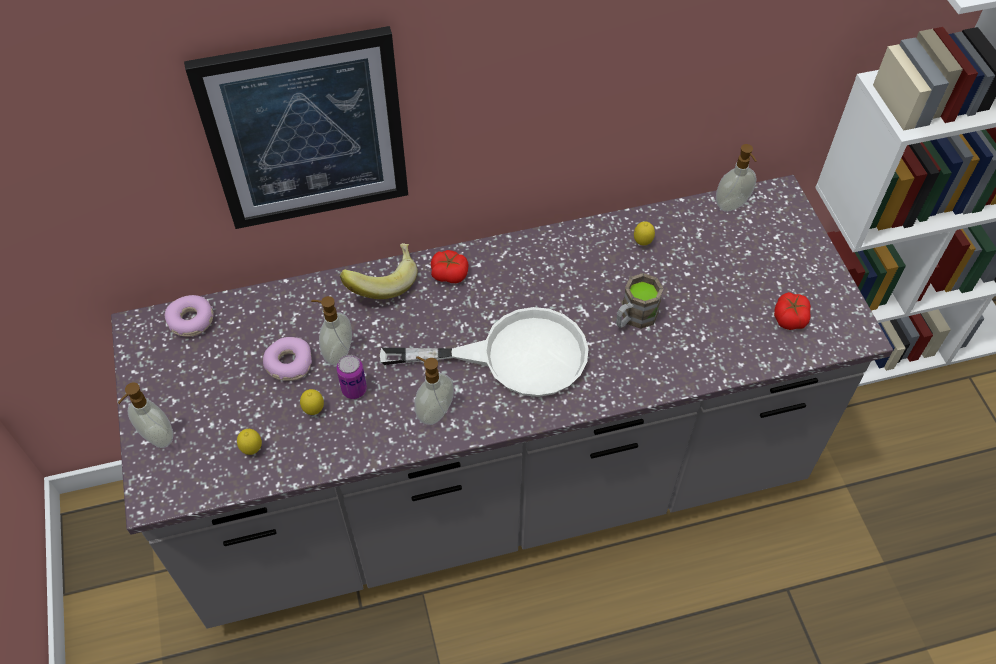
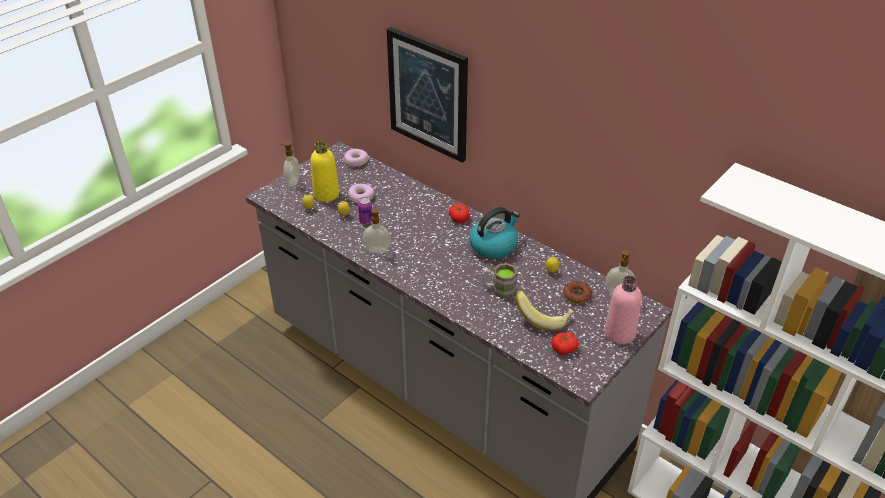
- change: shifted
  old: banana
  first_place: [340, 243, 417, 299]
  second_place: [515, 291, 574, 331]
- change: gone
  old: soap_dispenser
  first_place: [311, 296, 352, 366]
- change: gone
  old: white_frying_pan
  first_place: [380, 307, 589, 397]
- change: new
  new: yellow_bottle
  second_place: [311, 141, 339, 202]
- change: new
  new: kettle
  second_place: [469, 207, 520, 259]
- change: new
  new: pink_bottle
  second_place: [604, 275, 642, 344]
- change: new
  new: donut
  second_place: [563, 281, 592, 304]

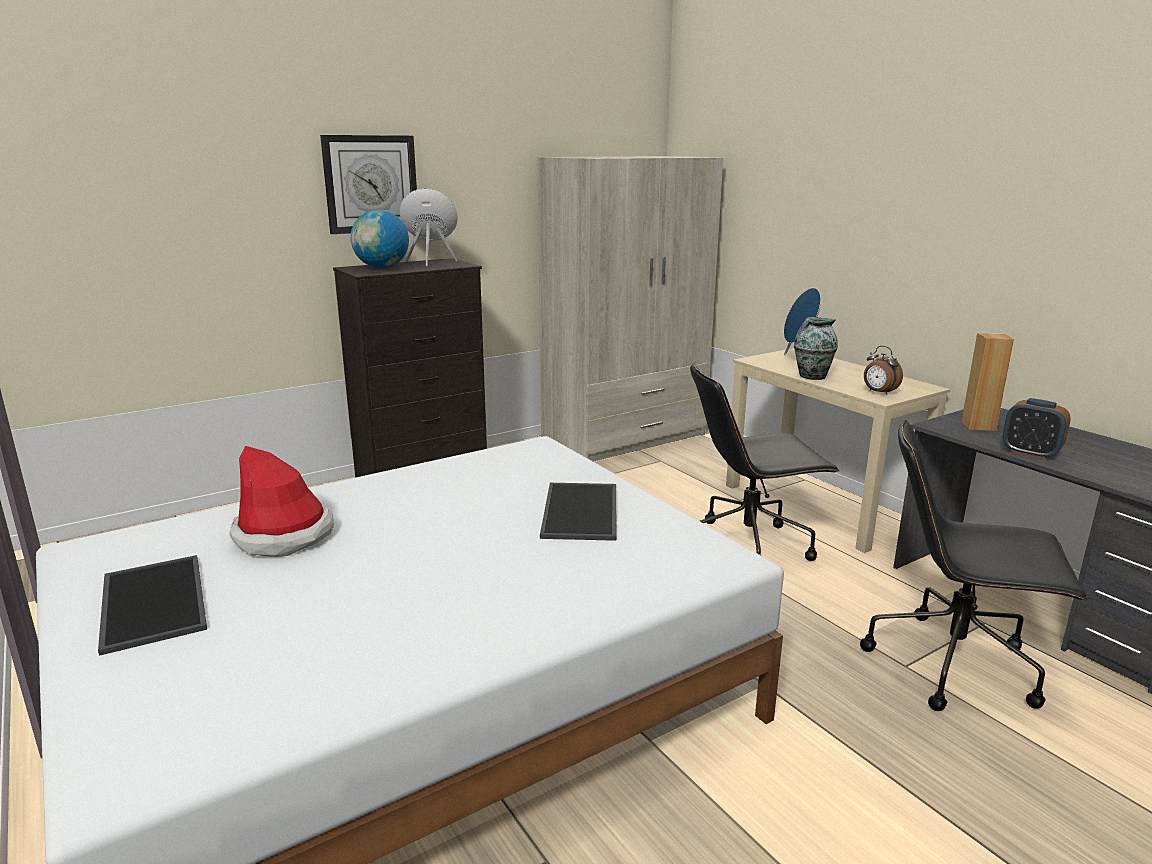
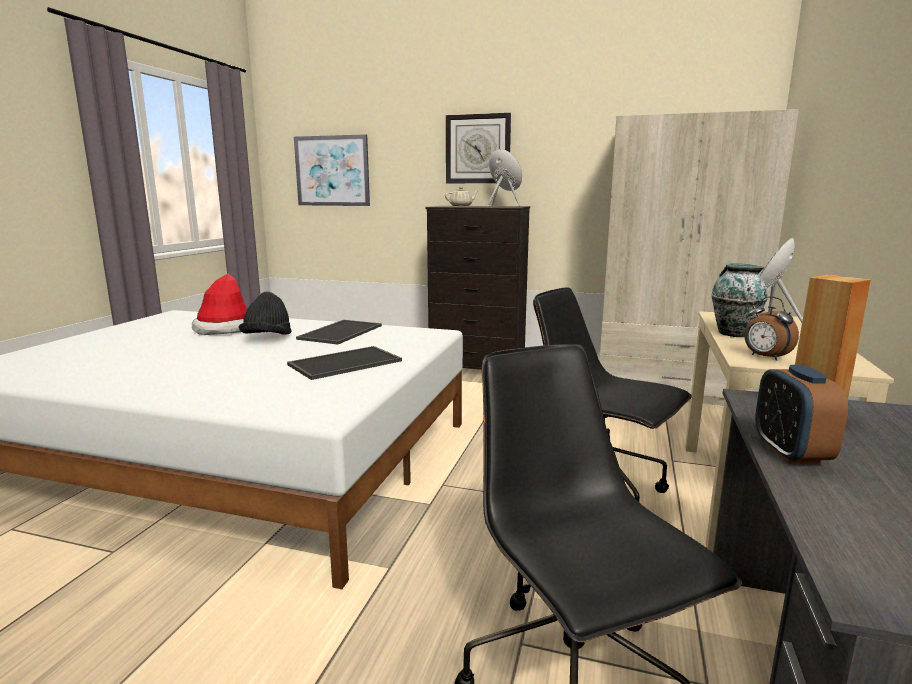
- change: swapped
  old: globe
  new: beige_teapot
  first_place: [350, 210, 409, 268]
  second_place: [445, 187, 478, 206]
- change: rotated
  old: alarm_clock
  first_place: [864, 346, 903, 395]
  second_place: [744, 296, 799, 361]
  degrees: -45
- change: shifted
  old: tray
  first_place: [98, 555, 207, 656]
  second_place: [296, 320, 382, 345]
- change: new
  new: picture
  second_place: [294, 134, 370, 206]
- change: new
  new: black_hat
  second_place: [239, 292, 291, 335]

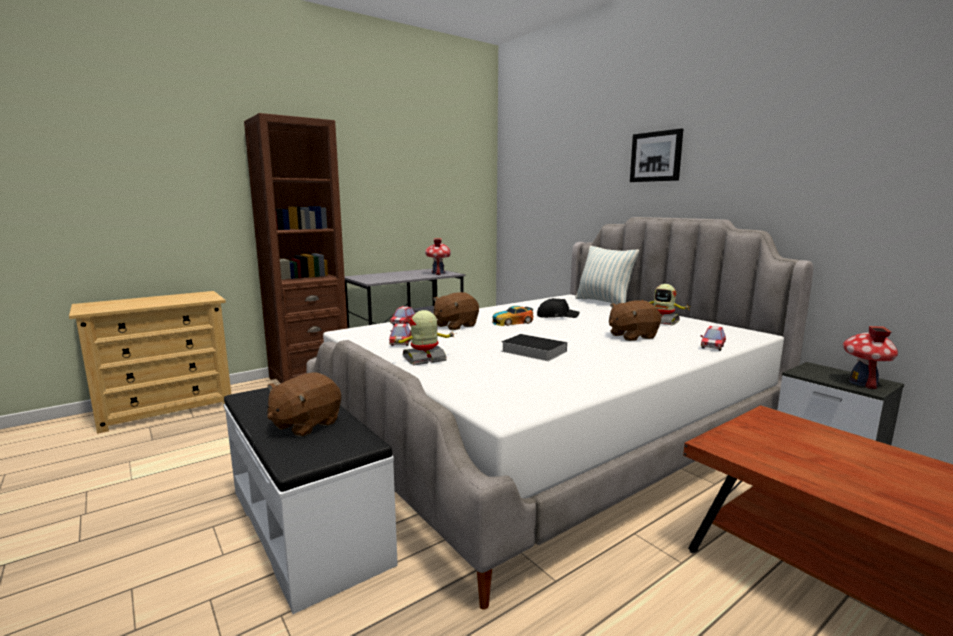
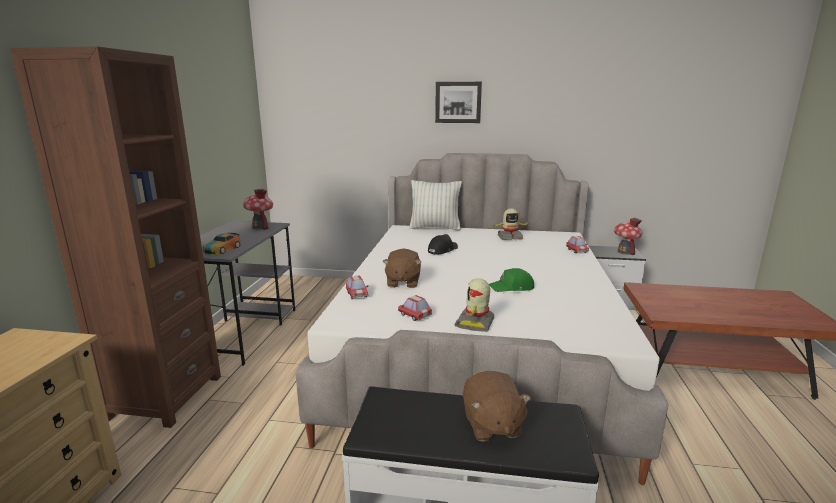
- change: gone
  old: brown_plush_toy
  first_place: [609, 300, 661, 341]
- change: shifted
  old: toy_car
  first_place: [492, 306, 534, 326]
  second_place: [202, 233, 241, 256]
- change: swapped
  old: book
  new: green_cap
  first_place: [501, 334, 567, 361]
  second_place: [489, 268, 534, 292]

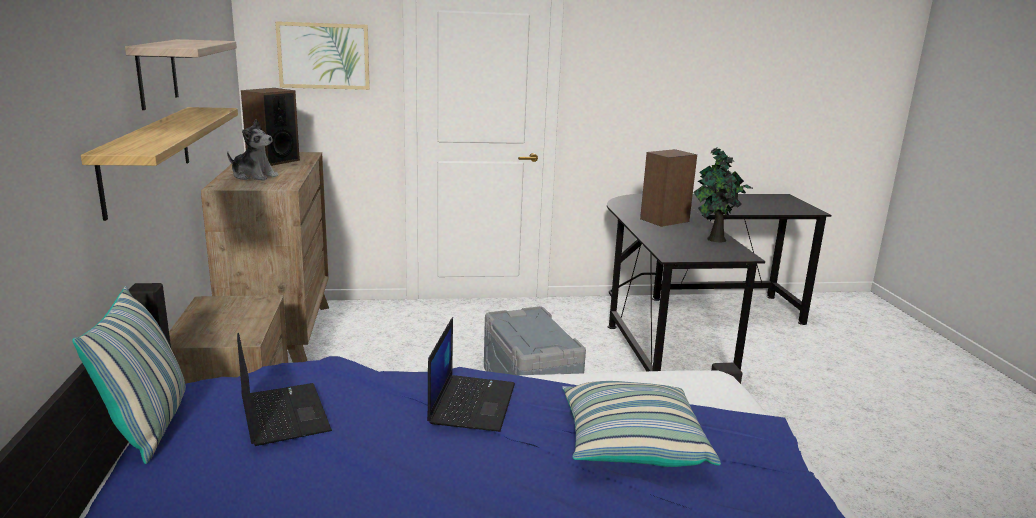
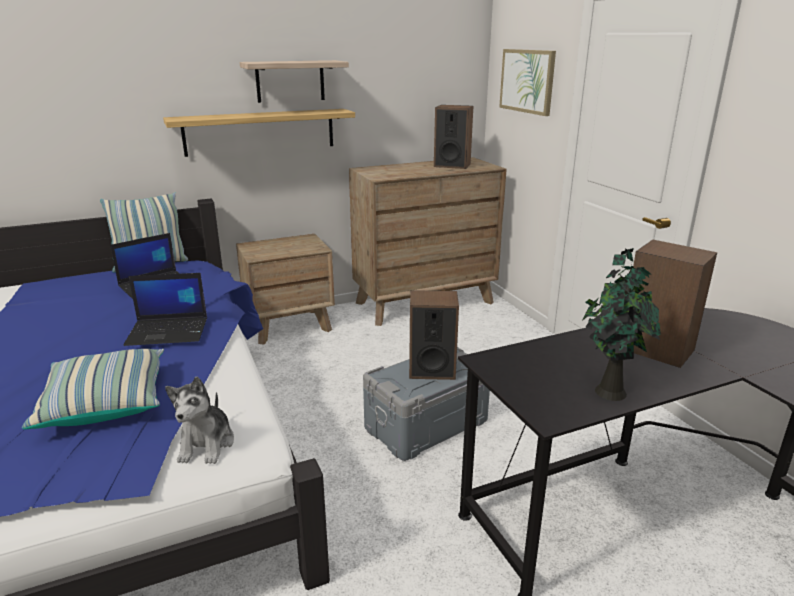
- change: shifted
  old: plush_toy
  first_place: [227, 119, 278, 181]
  second_place: [165, 377, 234, 464]
- change: new
  new: speaker
  second_place: [409, 290, 459, 380]

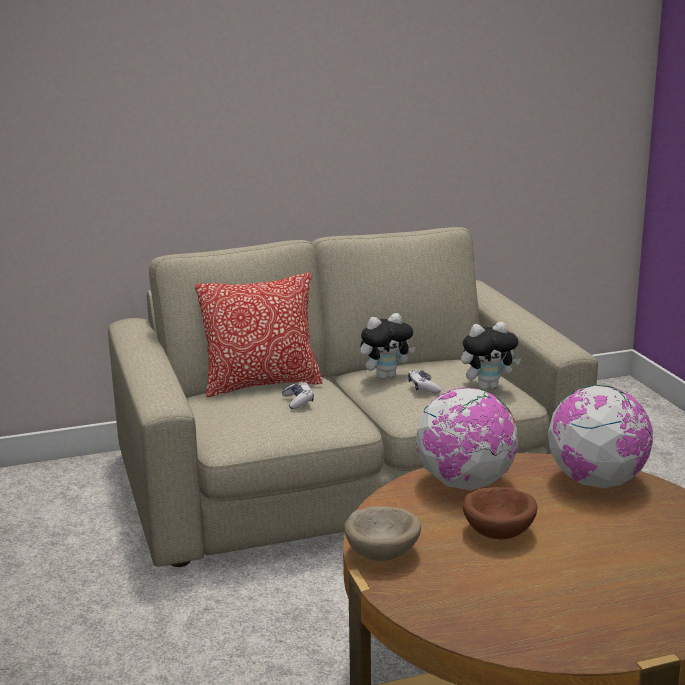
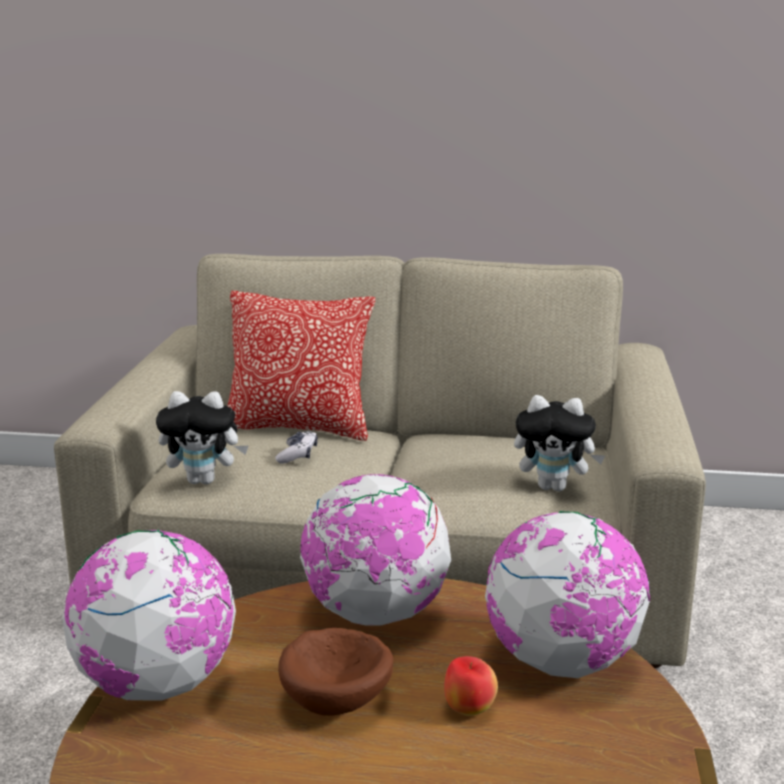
- change: shifted
  old: plush_toy
  first_place: [360, 313, 415, 380]
  second_place: [156, 391, 248, 484]
- change: gone
  old: game_controller
  first_place: [408, 370, 441, 393]
- change: swapped
  old: beige_bowl
  new: globe
  first_place: [344, 506, 421, 561]
  second_place: [62, 530, 236, 701]
- change: new
  new: apple
  second_place: [444, 656, 498, 716]

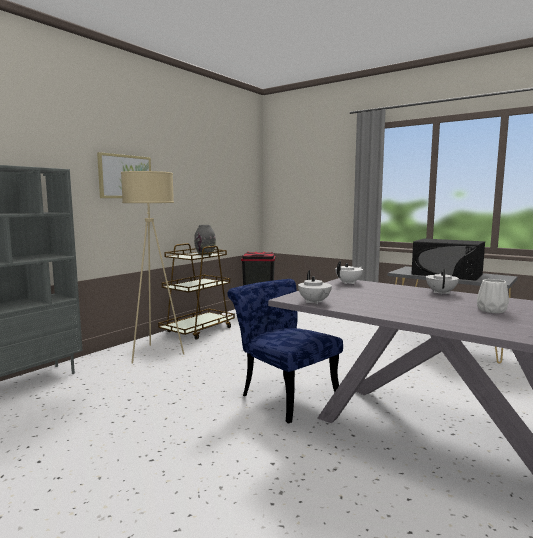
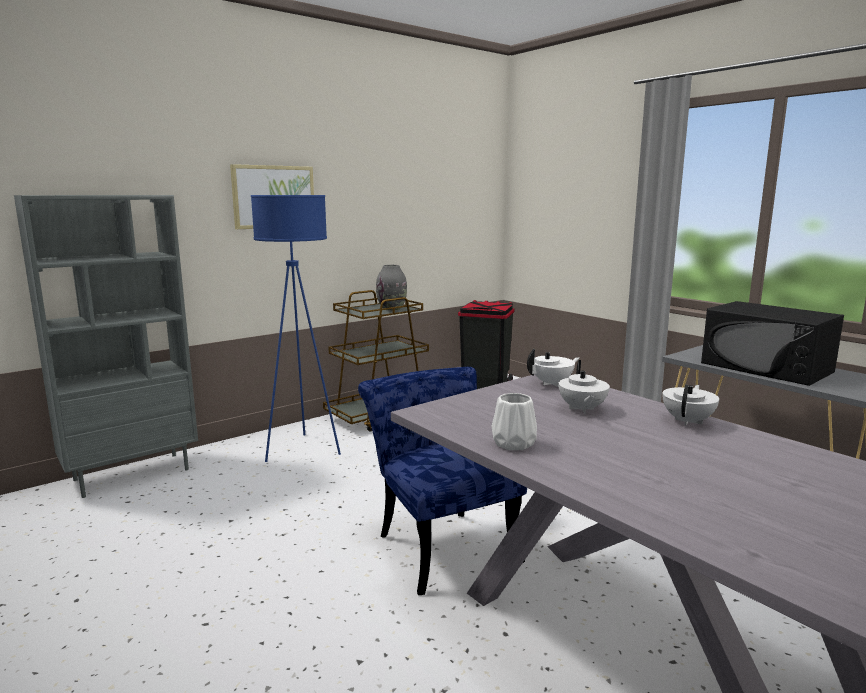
- change: repainted
  old: beige_floor_lamp
  new: blue_floor_lamp
  first_place: [121, 171, 184, 363]
  second_place: [251, 195, 341, 462]
- change: shifted
  old: white_teapot
  first_place: [298, 270, 332, 304]
  second_place: [559, 360, 610, 414]
- change: shifted
  old: white_vase
  first_place: [477, 279, 509, 313]
  second_place: [492, 393, 537, 450]

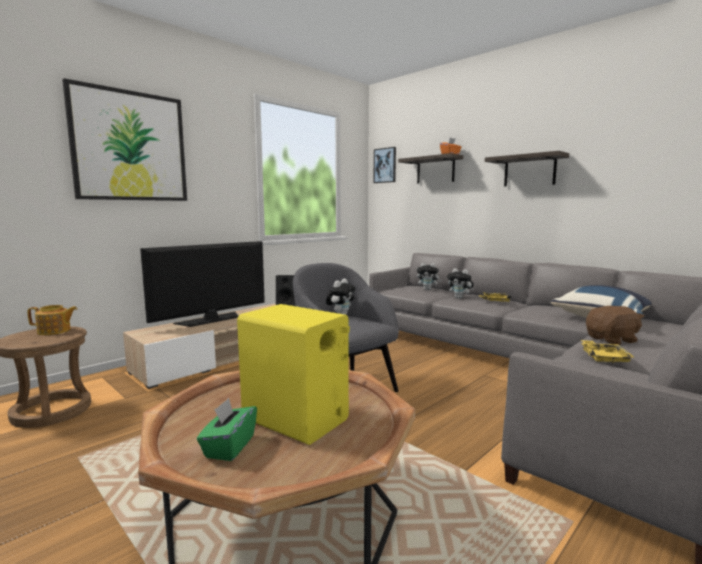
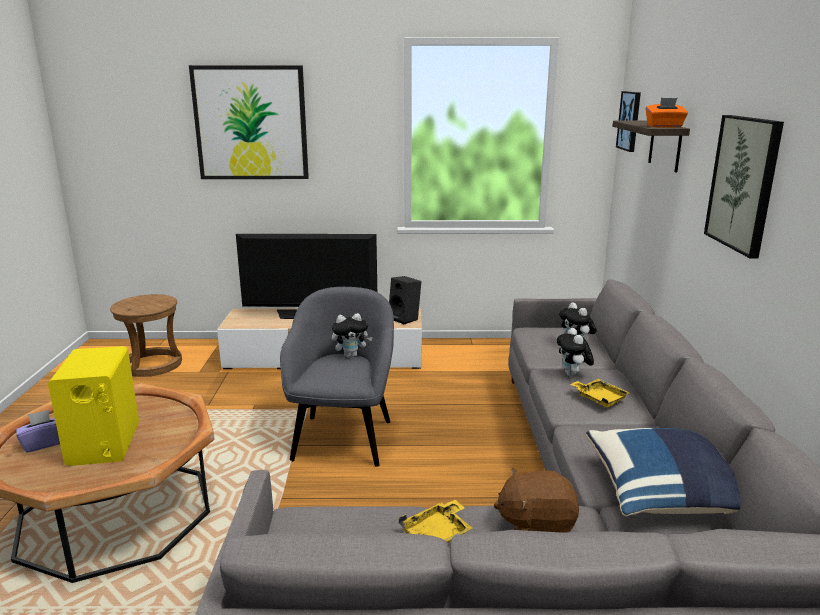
- change: swapped
  old: shelf
  new: picture
  first_place: [485, 151, 569, 187]
  second_place: [704, 115, 784, 259]
- change: gone
  old: teapot
  first_place: [27, 305, 77, 335]
- change: rotated
  old: brown_plush_toy
  first_place: [586, 306, 644, 345]
  second_place: [494, 468, 579, 533]
  degrees: 150
- change: repainted
  old: green_tissue_box
  new: purple_tissue_box
  first_place: [197, 398, 257, 461]
  second_place: [16, 410, 60, 453]

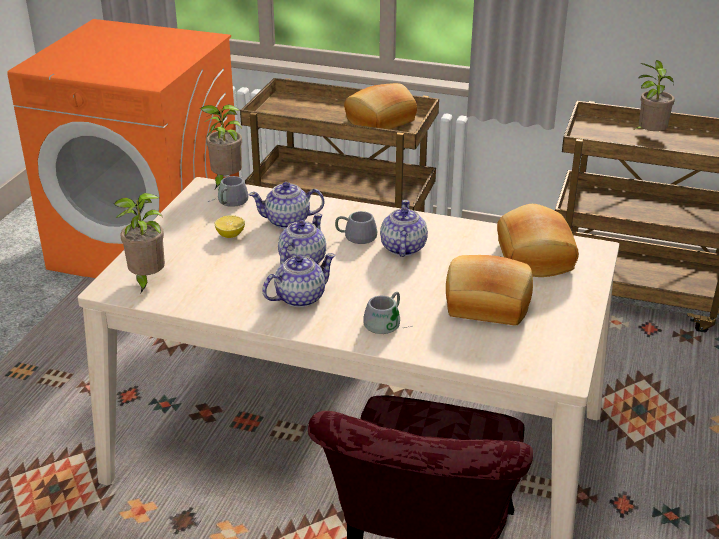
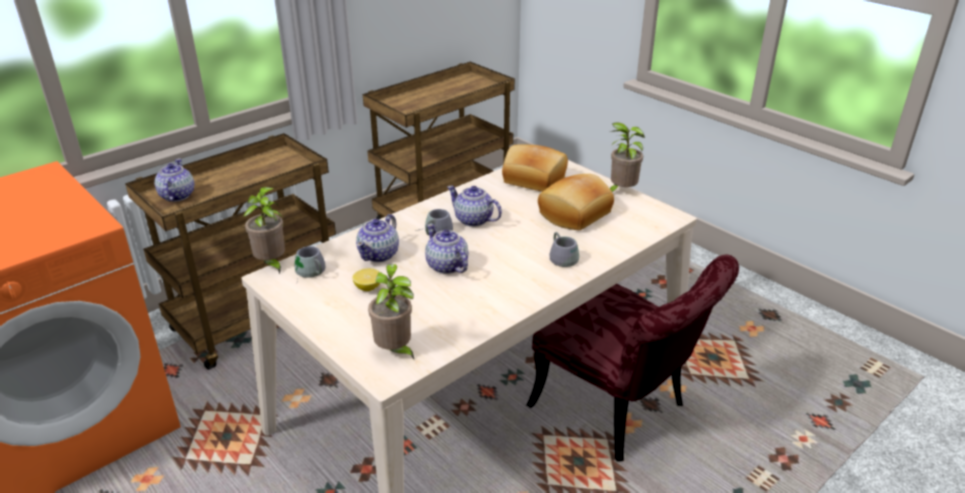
- change: shifted
  old: potted_plant
  first_place: [632, 60, 675, 131]
  second_place: [609, 122, 645, 192]
- change: gone
  old: bread
  first_place: [344, 83, 417, 130]
- change: shifted
  old: teapot
  first_place: [262, 253, 335, 307]
  second_place: [154, 159, 194, 202]

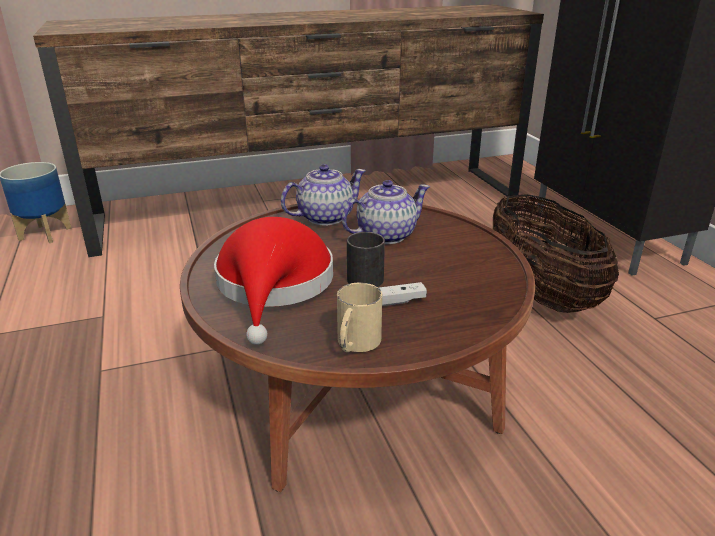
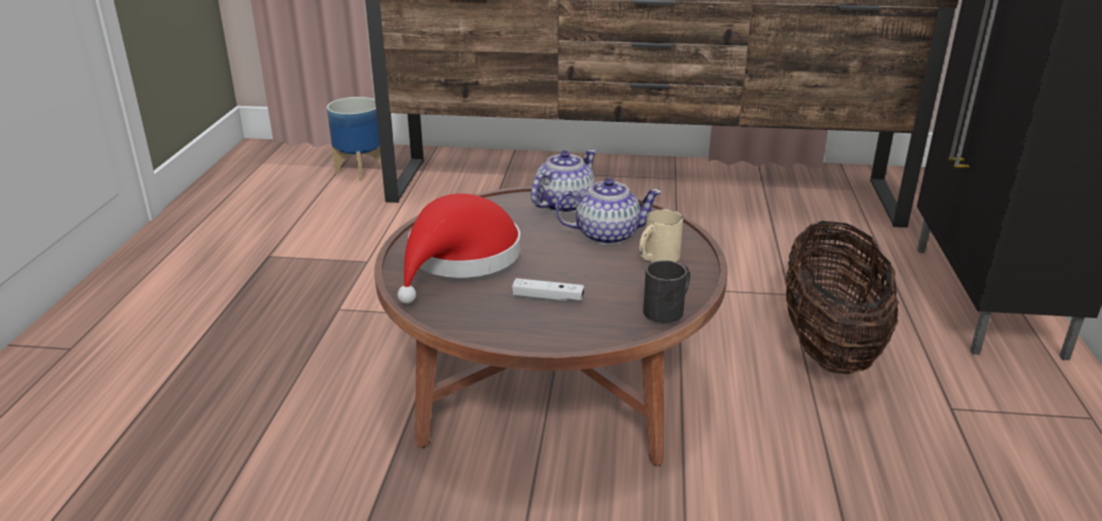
- change: rotated
  old: teapot
  first_place: [281, 164, 366, 225]
  second_place: [531, 150, 596, 213]
  degrees: -45
- change: shifted
  old: black_mug
  first_place: [347, 232, 385, 287]
  second_place: [643, 260, 690, 323]
- change: shifted
  old: beige_mug
  first_place: [337, 282, 382, 352]
  second_place: [639, 209, 683, 262]

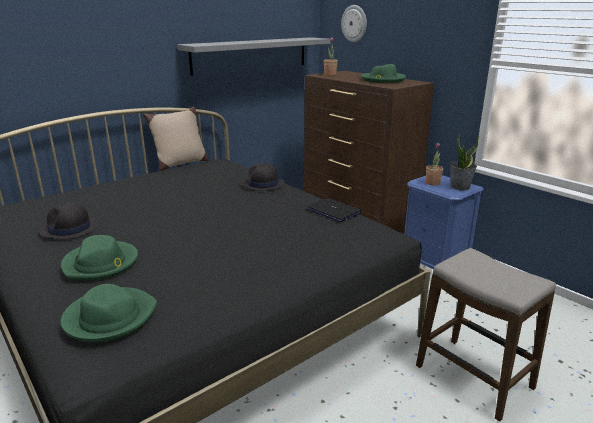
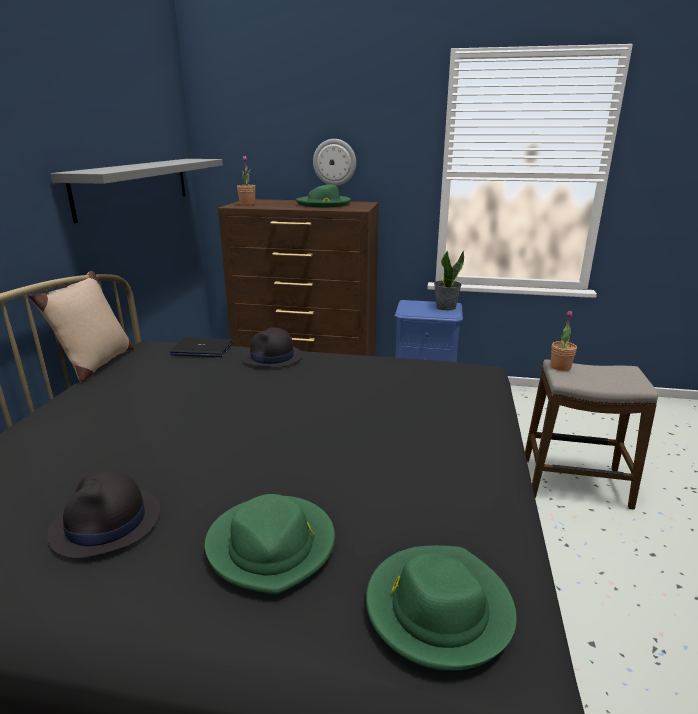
- change: shifted
  old: wall_clock
  first_place: [341, 5, 367, 42]
  second_place: [313, 139, 356, 186]
- change: shifted
  old: potted_plant
  first_place: [426, 143, 443, 186]
  second_place: [551, 311, 577, 371]
- change: shifted
  old: laptop
  first_place: [307, 198, 361, 222]
  second_place: [170, 338, 233, 357]

